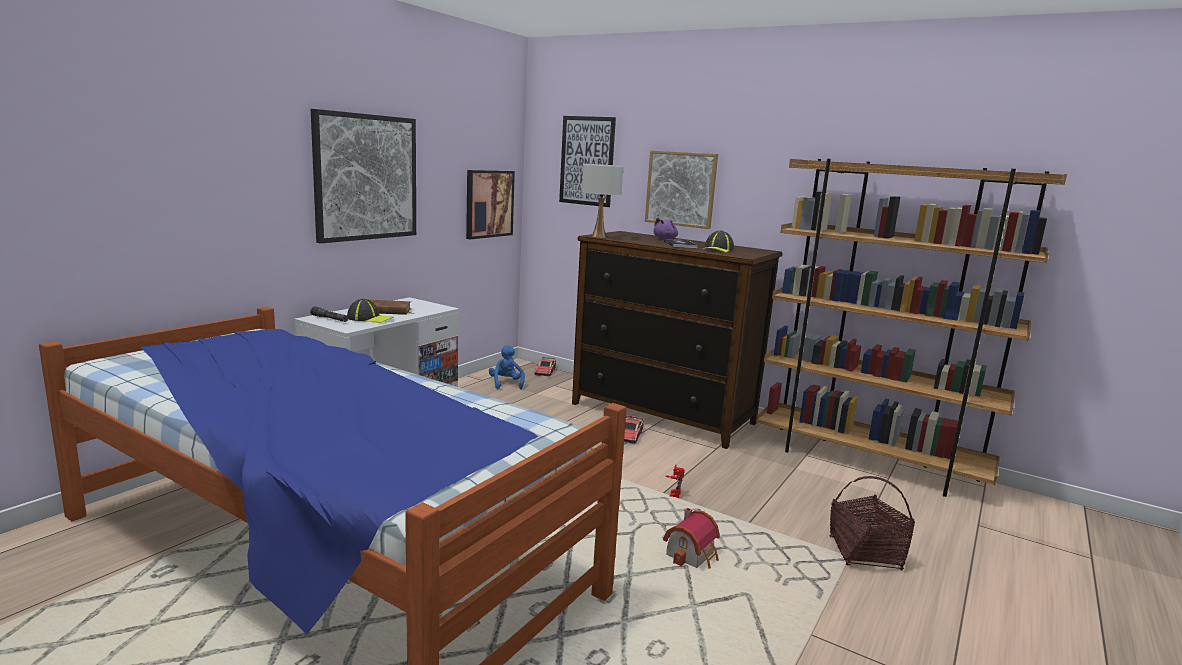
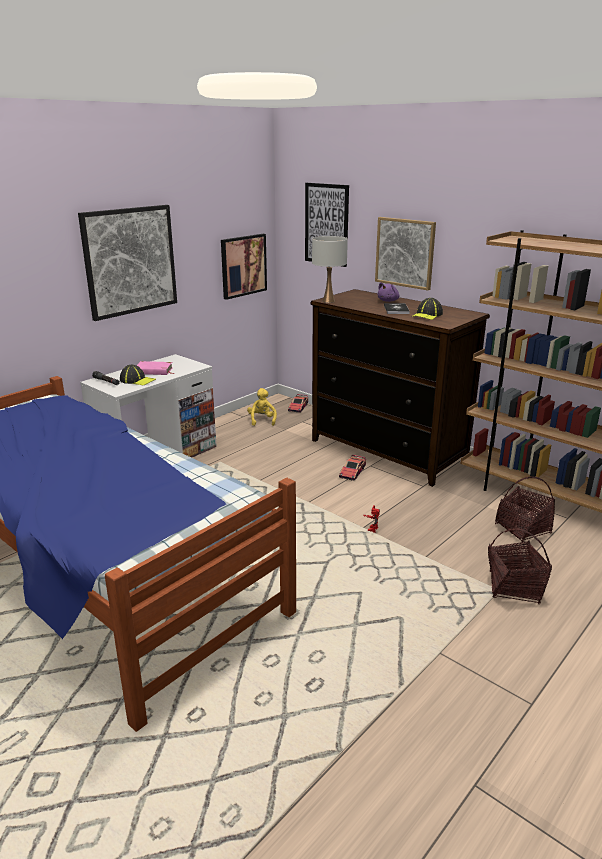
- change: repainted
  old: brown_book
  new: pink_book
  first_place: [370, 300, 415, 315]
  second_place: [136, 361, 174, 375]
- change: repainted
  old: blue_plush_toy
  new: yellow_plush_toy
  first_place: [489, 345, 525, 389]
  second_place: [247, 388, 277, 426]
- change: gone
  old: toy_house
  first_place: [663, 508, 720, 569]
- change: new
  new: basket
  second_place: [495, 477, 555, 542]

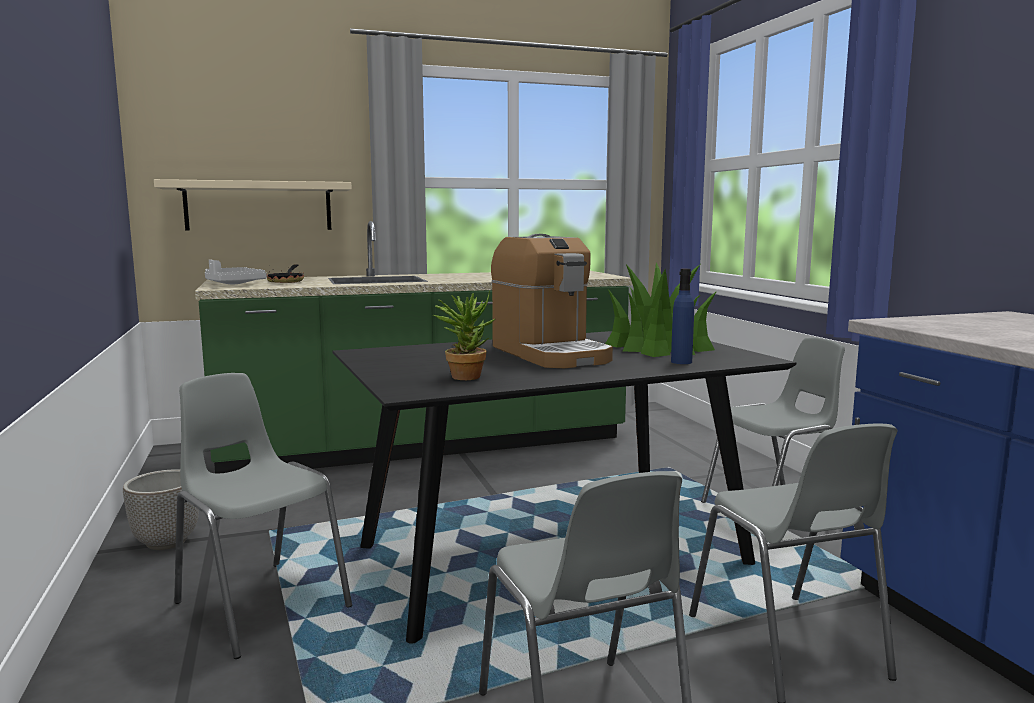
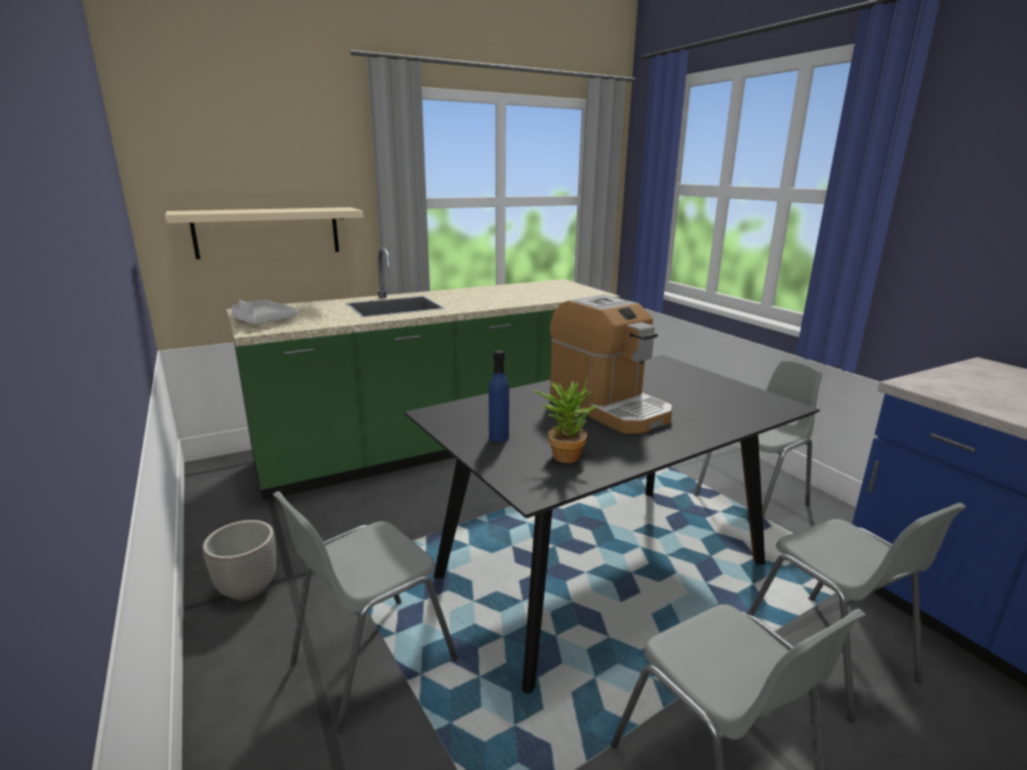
- change: gone
  old: potted_plant
  first_place: [605, 263, 717, 357]
- change: gone
  old: frying_pan
  first_place: [267, 264, 304, 283]
- change: shifted
  old: blue_bottle
  first_place: [671, 269, 694, 364]
  second_place: [489, 350, 509, 442]
- change: rotated
  old: grey_chair
  first_place: [174, 373, 352, 659]
  second_place: [273, 491, 458, 733]
  degrees: -75

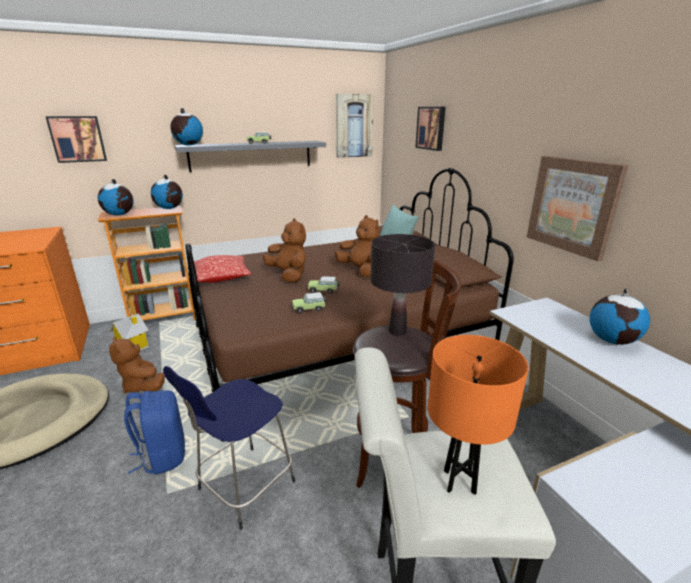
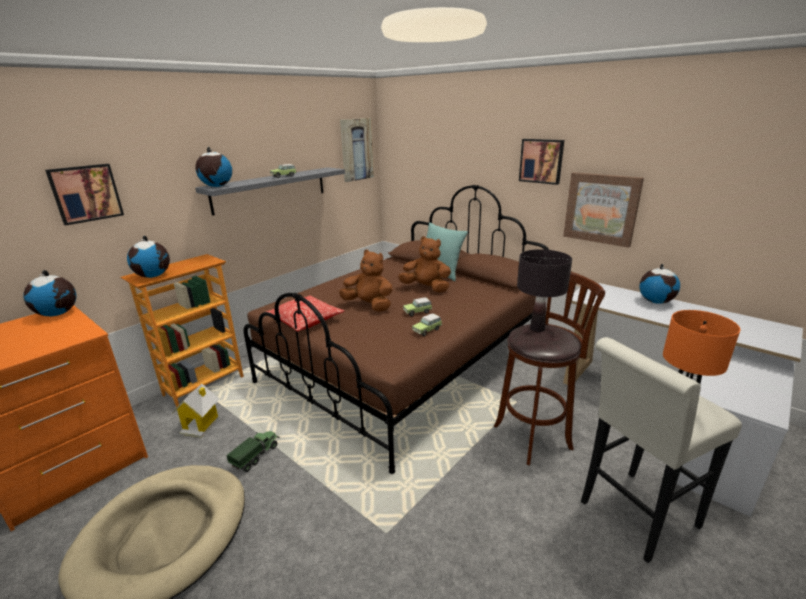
- change: shifted
  old: picture
  first_place: [415, 107, 446, 151]
  second_place: [519, 139, 564, 185]
- change: shifted
  old: globe
  first_place: [151, 175, 183, 209]
  second_place: [23, 270, 76, 316]
- change: swapped
  old: brown_plush_toy
  new: toy_truck
  first_place: [109, 336, 165, 393]
  second_place: [227, 431, 280, 472]
- change: gone
  old: blue_stool
  first_place: [163, 366, 295, 530]
- change: gone
  old: blue_backpack
  first_place: [124, 390, 185, 475]

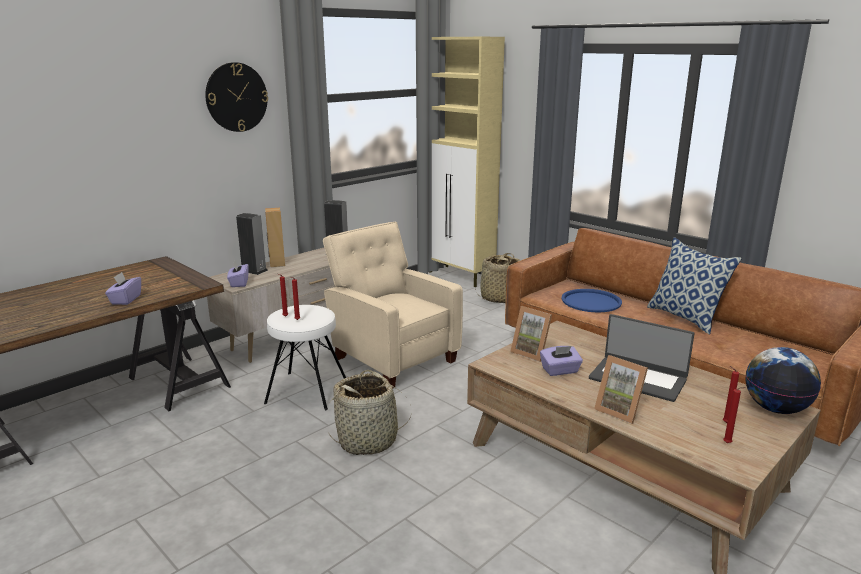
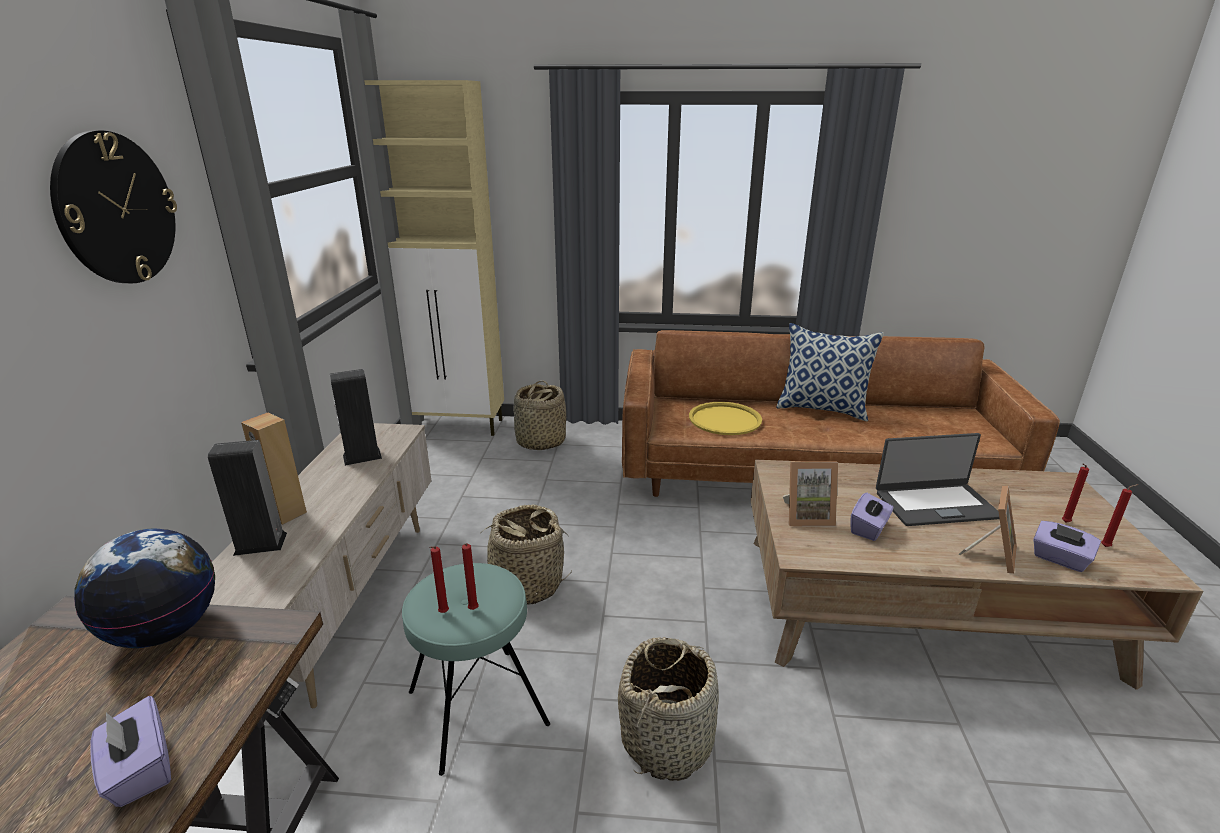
- change: swapped
  old: beige_armchair
  new: basket
  first_place: [323, 222, 463, 388]
  second_place: [471, 504, 573, 605]
- change: shifted
  old: purple_tissue_box
  first_place: [227, 261, 249, 287]
  second_place: [1033, 521, 1101, 572]
- change: repainted
  old: blue_tray
  new: yellow_tray
  first_place: [561, 289, 622, 313]
  second_place: [689, 402, 762, 435]
- change: repainted
  old: white_stool
  new: turquoise_stool
  first_place: [264, 305, 346, 410]
  second_place: [402, 563, 550, 776]
- change: shifted
  old: globe
  first_place: [746, 347, 821, 414]
  second_place: [74, 528, 215, 648]
- change: rotated
  old: picture_frame
  first_place: [594, 355, 648, 424]
  second_place: [958, 486, 1017, 573]
  degrees: -60

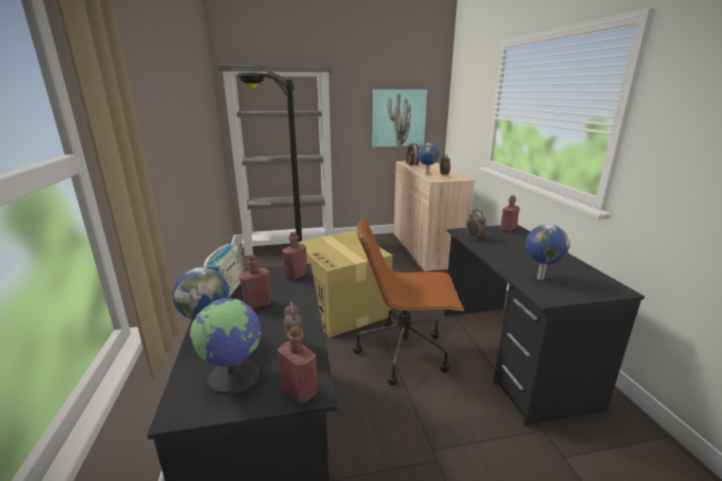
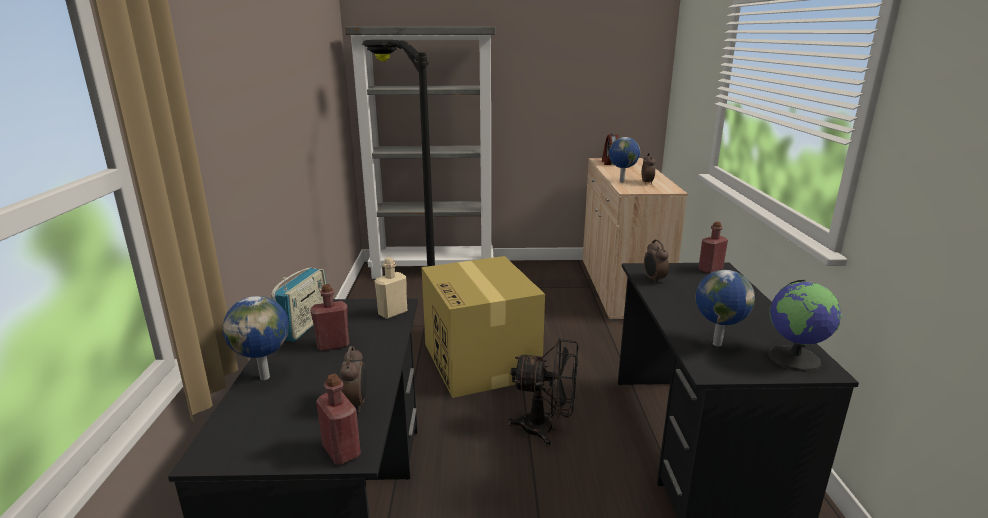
- change: gone
  old: picture
  first_place: [372, 90, 427, 147]
- change: swapped
  old: brown_office_chair
  new: black_fan
  first_place: [353, 218, 464, 386]
  second_place: [508, 338, 579, 446]
- change: repainted
  old: red_bottle
  new: beige_bottle
  first_place: [282, 232, 307, 280]
  second_place: [375, 257, 407, 319]
- change: shifted
  old: globe
  first_place: [190, 297, 261, 395]
  second_place: [768, 280, 842, 372]

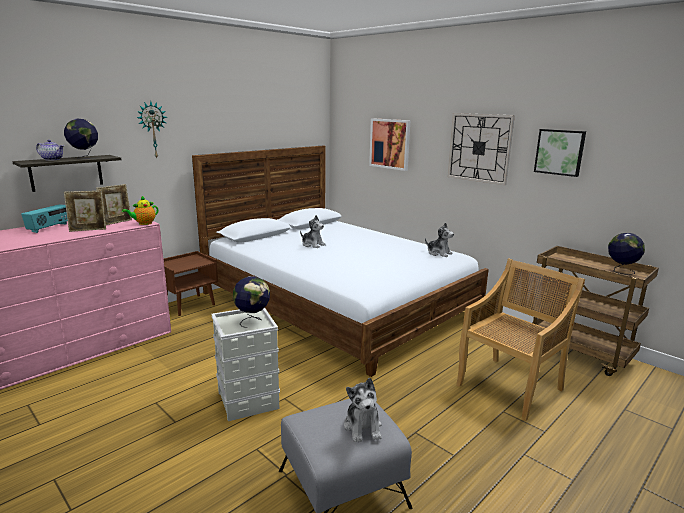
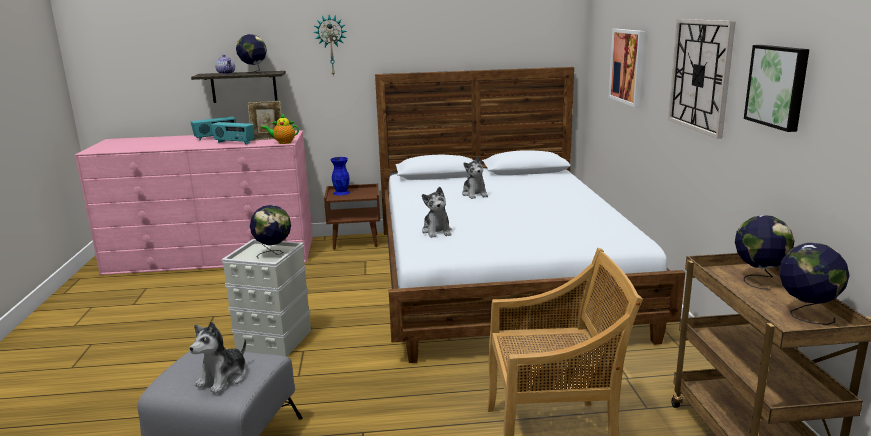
- change: swapped
  old: picture_frame
  new: radio
  first_place: [64, 191, 106, 232]
  second_place: [211, 122, 254, 145]
- change: shifted
  old: plush_toy
  first_place: [425, 222, 454, 257]
  second_place: [422, 187, 452, 238]
- change: new
  new: blue_vase
  second_place: [331, 157, 350, 195]
- change: new
  new: globe
  second_place: [735, 216, 794, 290]

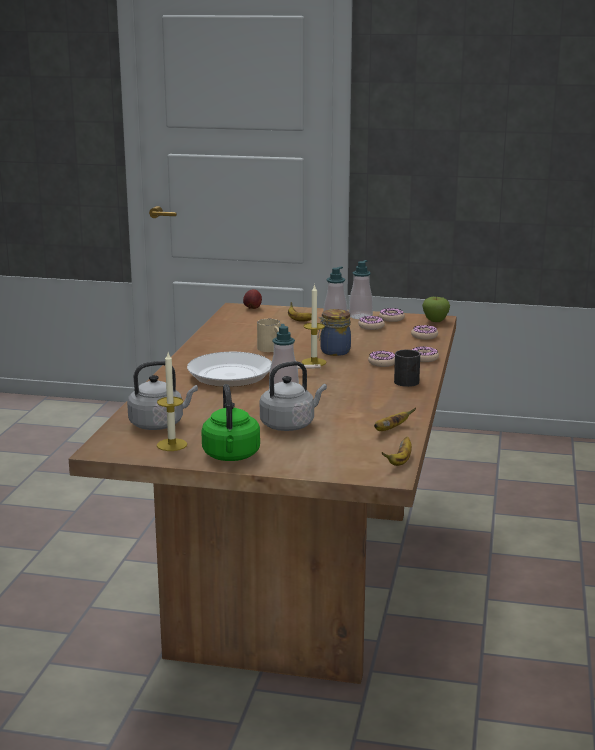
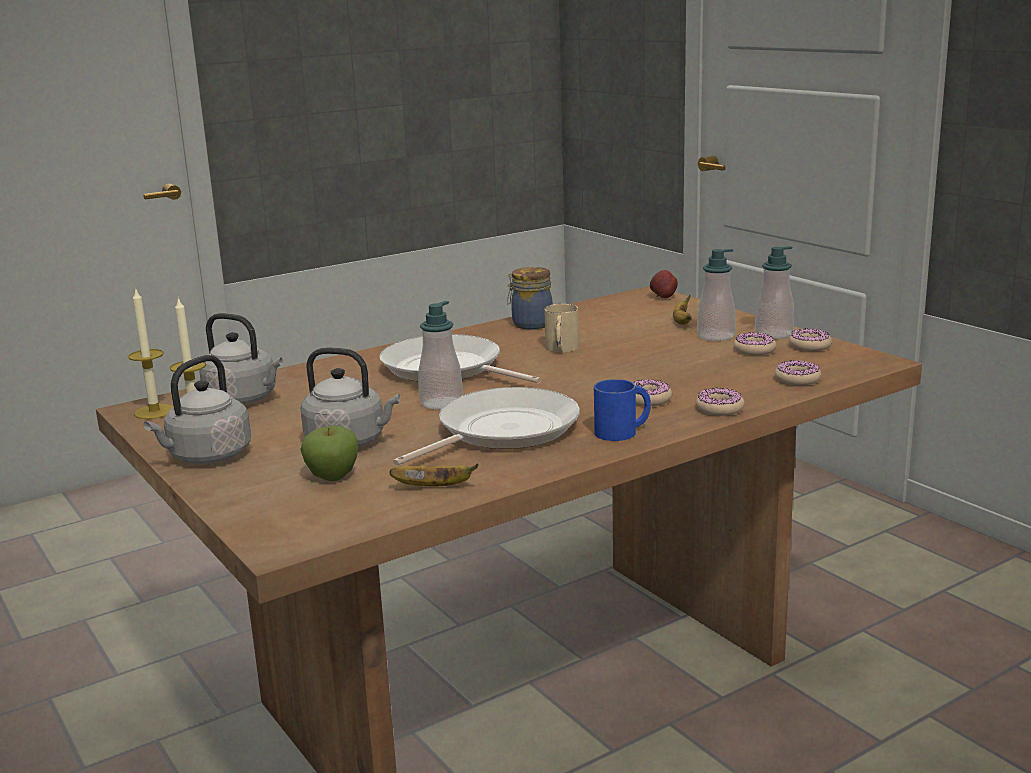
- change: shifted
  old: candle
  first_place: [302, 284, 327, 366]
  second_place: [128, 287, 173, 419]
- change: shifted
  old: apple
  first_place: [422, 297, 450, 322]
  second_place: [300, 425, 358, 481]
- change: shifted
  old: jar
  first_place: [318, 309, 351, 356]
  second_place: [507, 267, 553, 330]
- change: repainted
  old: black_mug
  new: blue_mug
  first_place: [394, 349, 420, 387]
  second_place: [594, 379, 651, 441]
- change: repainted
  old: green_kettle
  new: grey_kettle
  first_place: [201, 384, 260, 461]
  second_place: [144, 355, 251, 464]
- change: gone
  old: banana
  first_place: [382, 437, 412, 466]
- change: new
  new: frying_pan
  second_place: [393, 387, 580, 466]

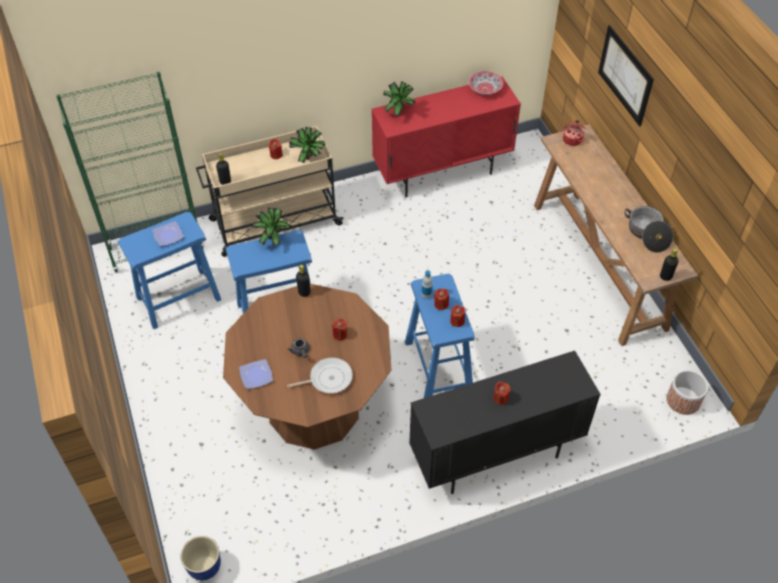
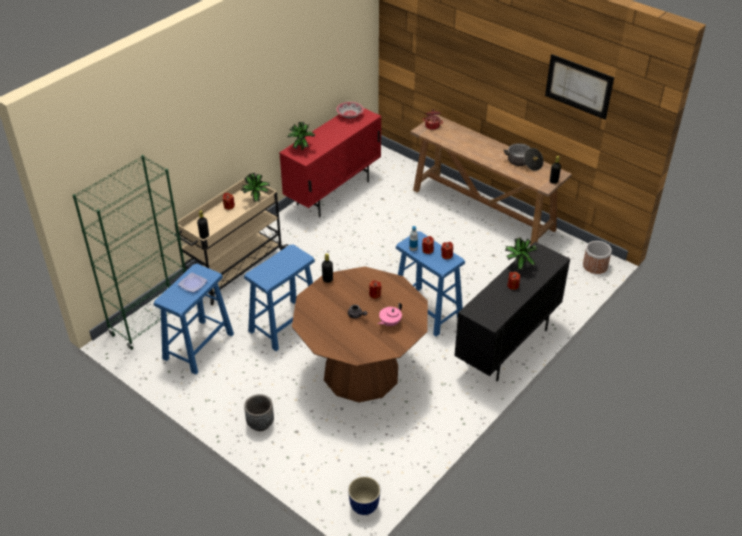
- change: shifted
  old: picture
  first_place: [598, 25, 654, 127]
  second_place: [545, 54, 614, 120]
- change: shifted
  old: potted_plant
  first_place: [252, 207, 291, 246]
  second_place: [505, 238, 538, 270]
- change: swapped
  old: frying_pan
  new: pink_teapot
  first_place: [287, 358, 353, 394]
  second_place: [378, 303, 402, 326]
- change: gone
  old: plate
  first_place: [239, 359, 273, 389]
- change: new
  new: grey_planter
  second_place: [244, 394, 274, 431]

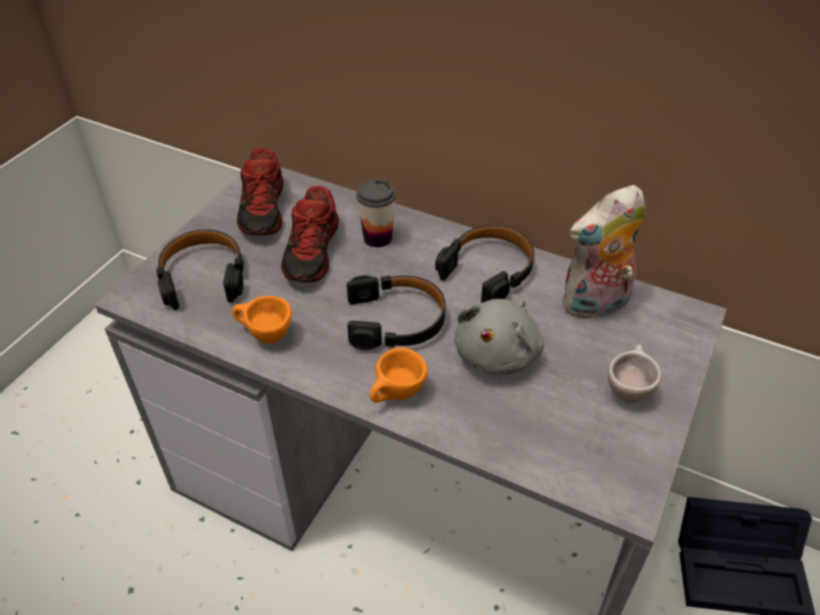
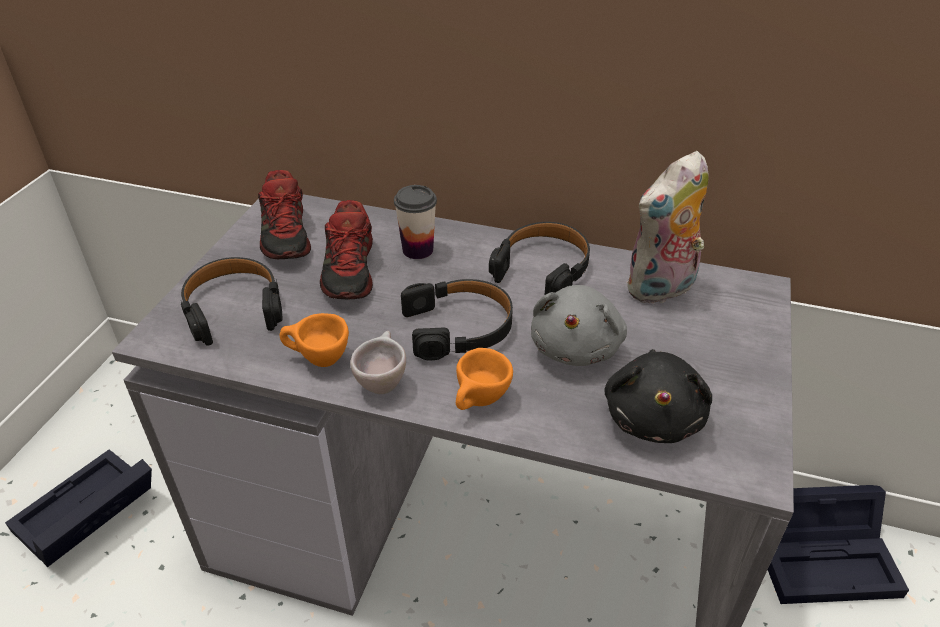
- change: shifted
  old: beige_cup
  first_place: [608, 344, 661, 403]
  second_place: [350, 331, 406, 394]
- change: new
  new: black_plush_toy
  second_place: [604, 349, 712, 443]
- change: new
  new: black_storage_box
  second_place: [5, 449, 152, 567]

